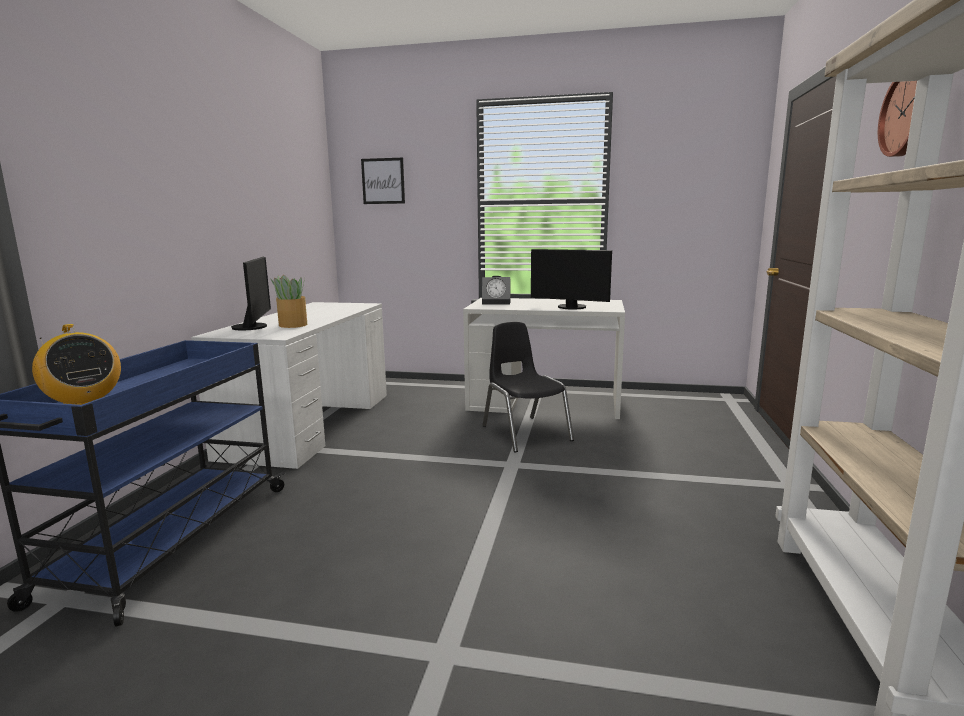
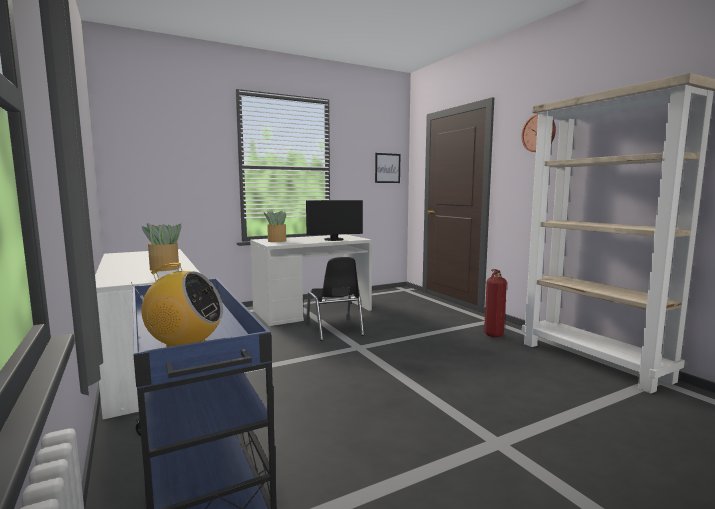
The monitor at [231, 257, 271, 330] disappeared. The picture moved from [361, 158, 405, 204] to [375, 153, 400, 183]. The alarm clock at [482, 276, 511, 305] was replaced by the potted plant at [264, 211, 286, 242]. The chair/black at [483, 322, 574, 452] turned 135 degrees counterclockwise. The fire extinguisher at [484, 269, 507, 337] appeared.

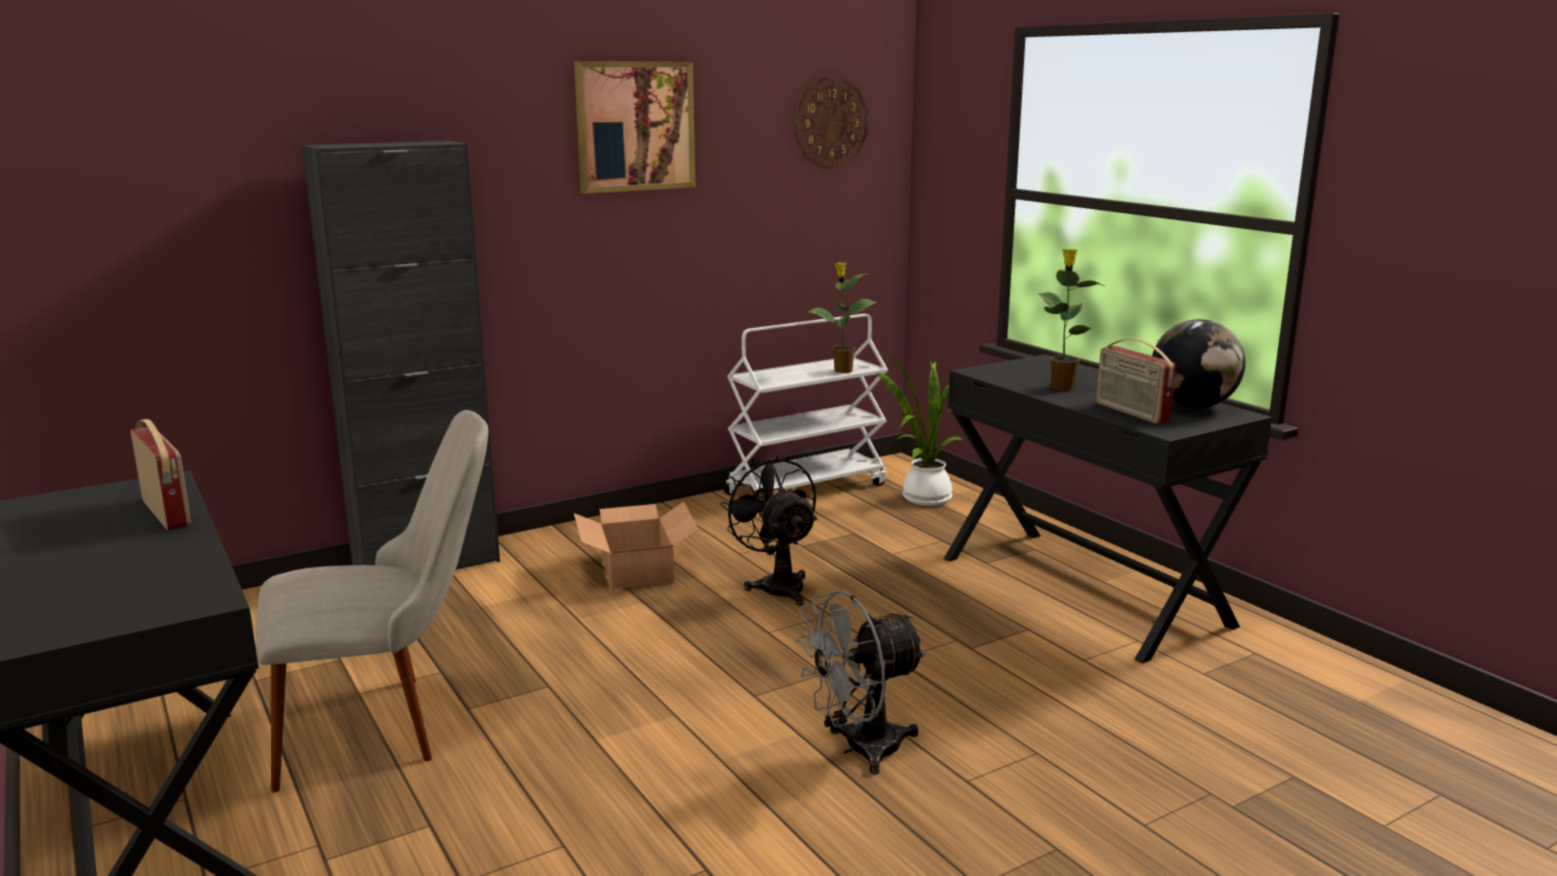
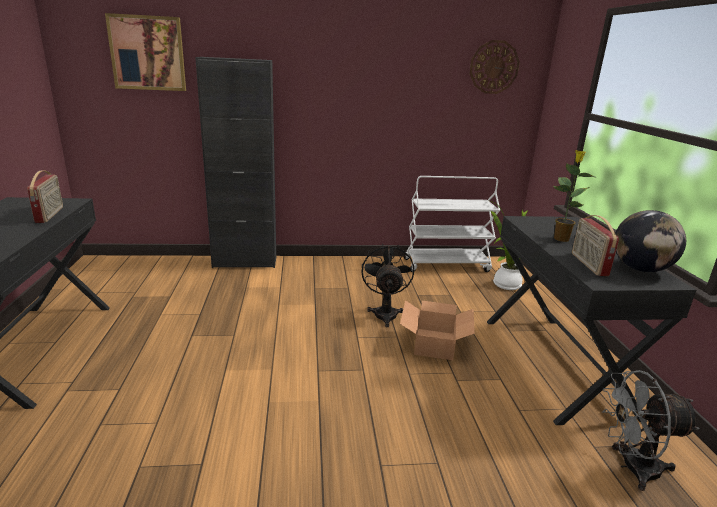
The chair/beige at [256, 410, 488, 792] disappeared. The picture moved from [574, 61, 695, 194] to [105, 13, 186, 91]. The cardboard box moved from [574, 502, 699, 589] to [400, 301, 475, 360]. The fan/grey moved from [794, 590, 927, 775] to [602, 370, 700, 491]. The potted plant at [807, 262, 877, 373] disappeared.

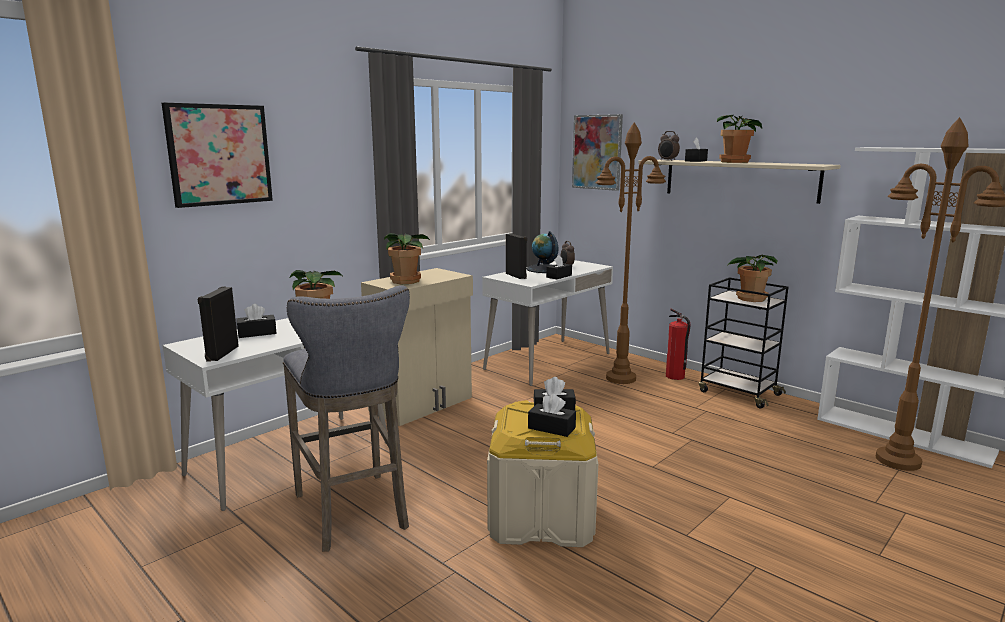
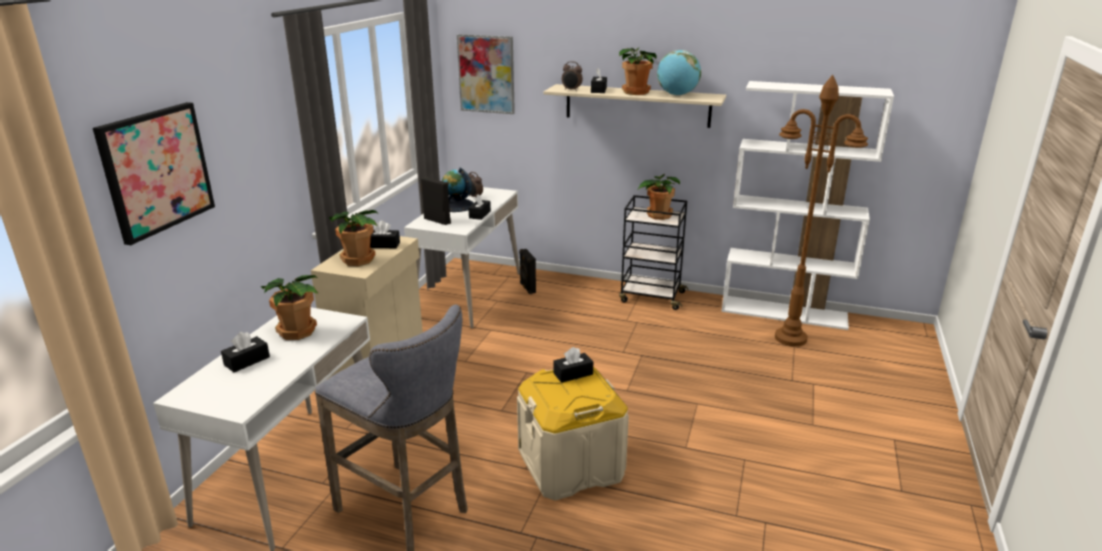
The speaker/black moved from [198, 286, 239, 362] to [519, 249, 536, 294]. The tissue box/black moved from [528, 394, 576, 437] to [370, 221, 400, 248]. The floor lamp/brown at [596, 122, 666, 384] disappeared. The fire extinguisher at [666, 309, 691, 380] disappeared. The globe at [657, 50, 701, 96] appeared.

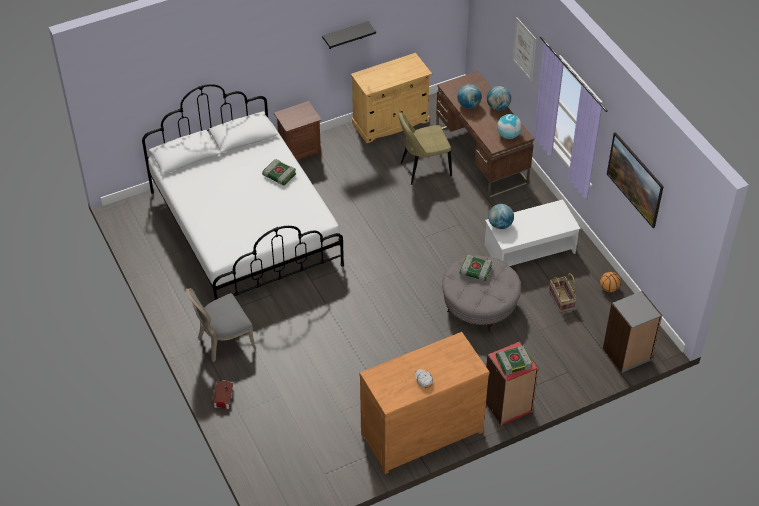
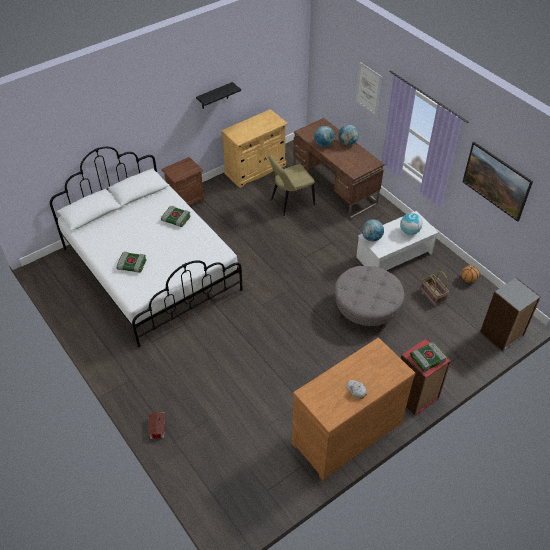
The chair/grey at [186, 288, 256, 362] disappeared. The book moved from [459, 255, 492, 281] to [117, 252, 147, 273]. The globe moved from [497, 114, 522, 139] to [400, 213, 422, 235].

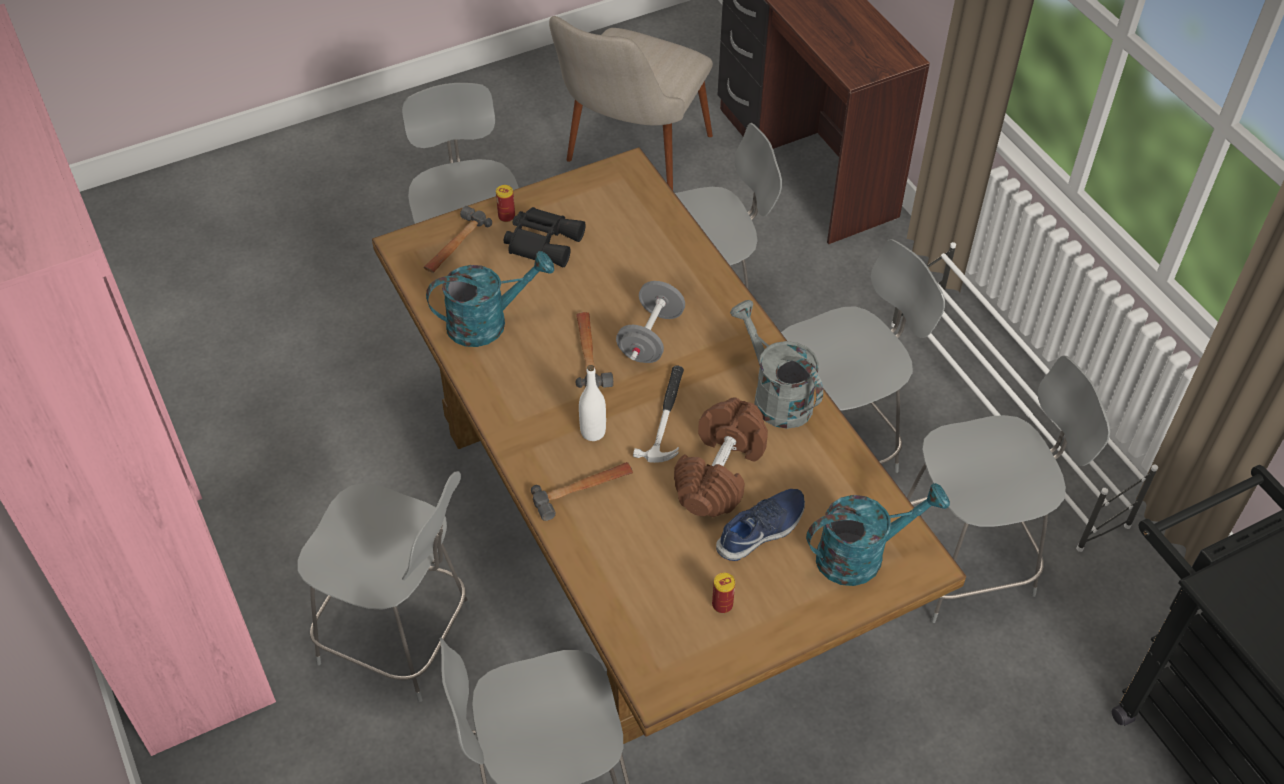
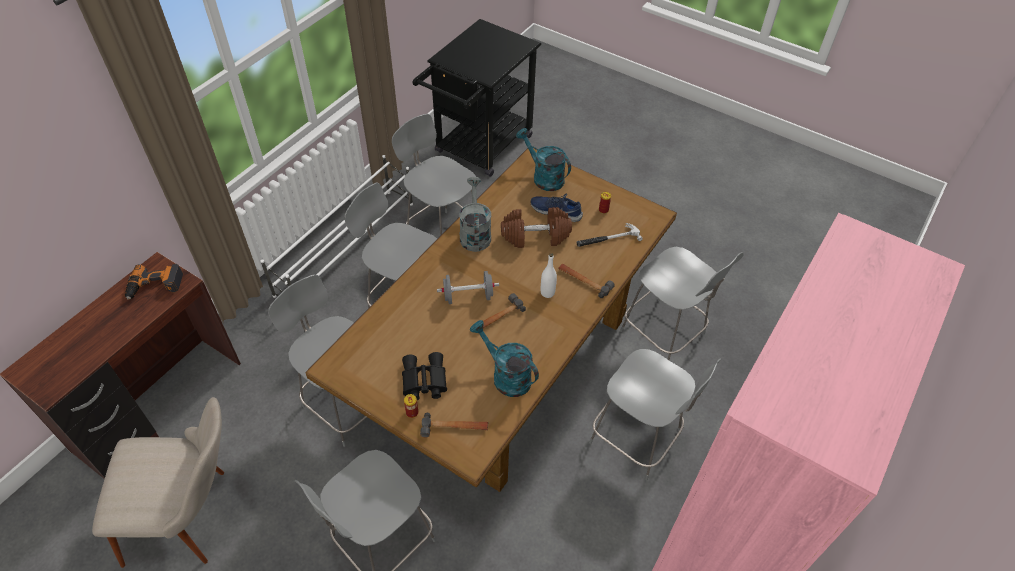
The chair/grey at [297, 471, 471, 702] turned 135 degrees clockwise. The hammer moved from [633, 365, 684, 463] to [576, 223, 643, 247]. The watering can/grey at [730, 300, 823, 429] turned 150 degrees clockwise. The power drill at [125, 264, 183, 300] appeared.

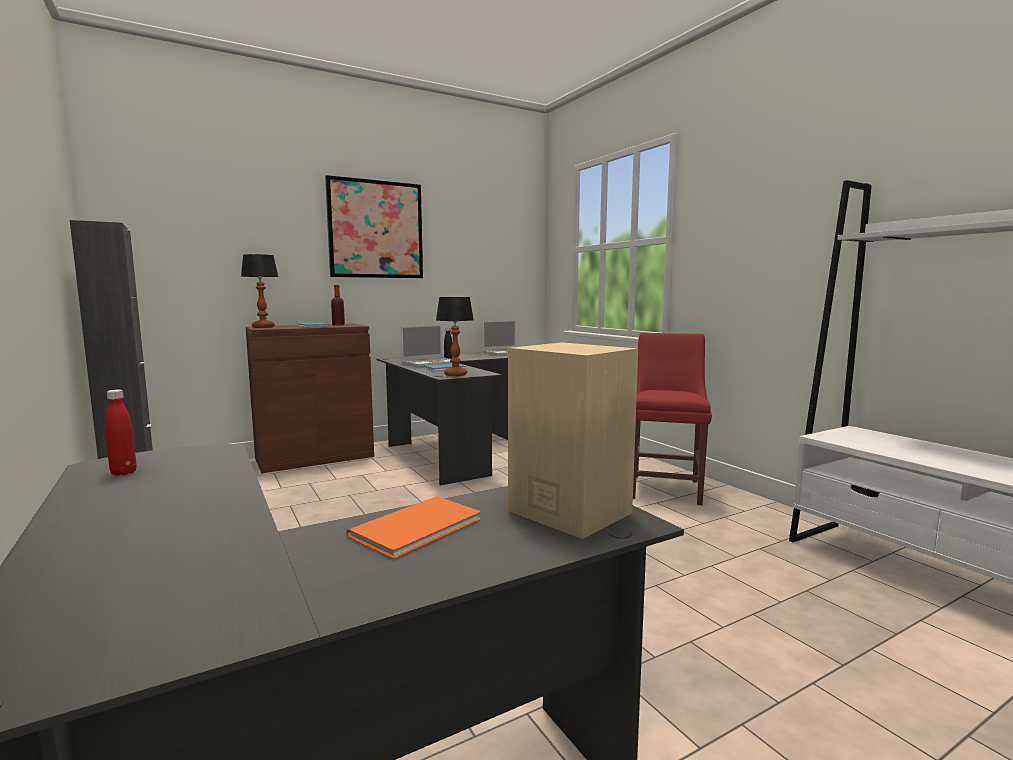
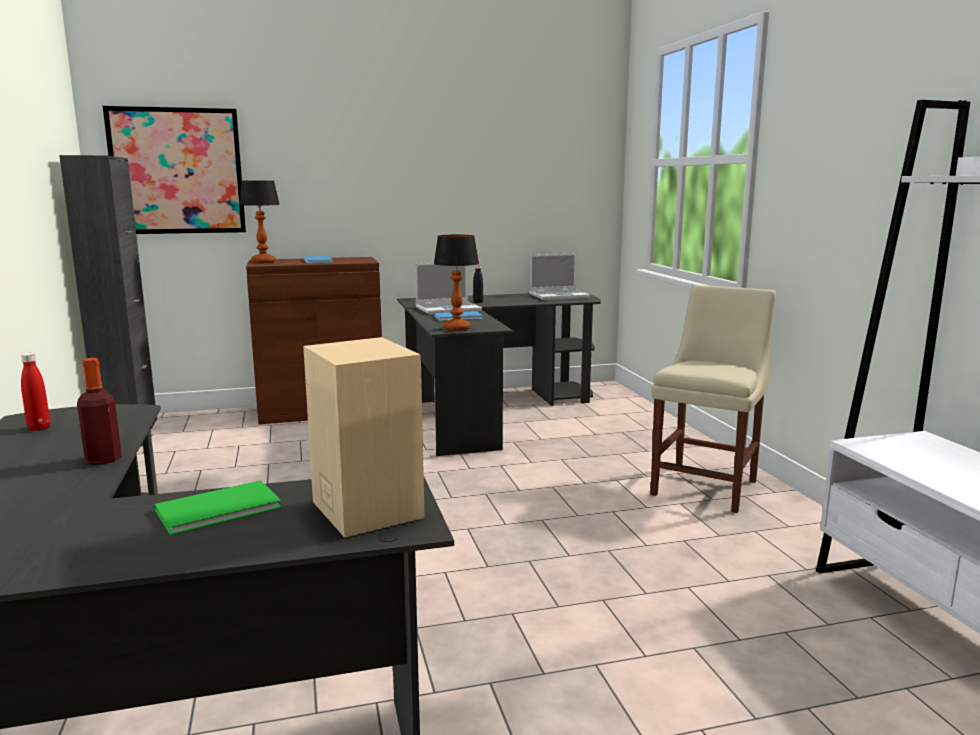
The picture moved from [325, 175, 423, 278] to [103, 106, 246, 234]. The bottle moved from [331, 285, 345, 325] to [77, 358, 122, 465]. The book/orange at [347, 496, 480, 559] became the book/green at [154, 480, 281, 535]. The chair/red at [633, 333, 712, 505] became the chair/beige at [650, 285, 776, 513].

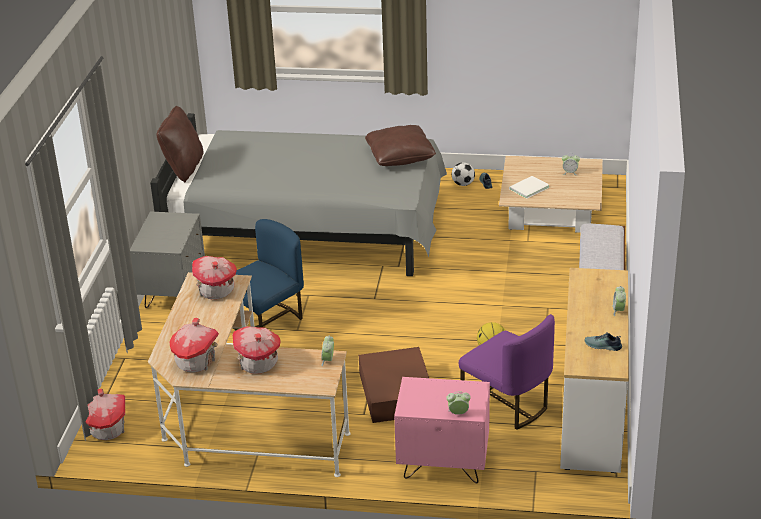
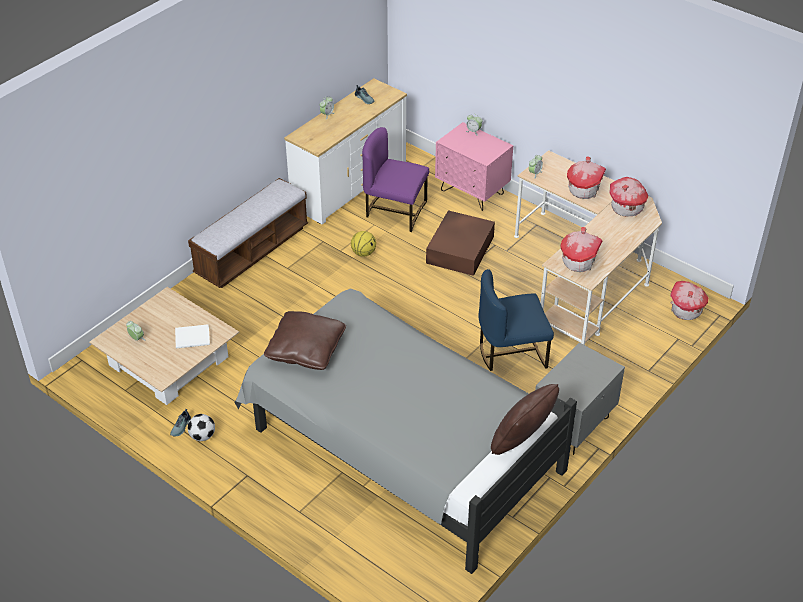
The chair/purple at [459, 314, 555, 430] turned 60 degrees counterclockwise.

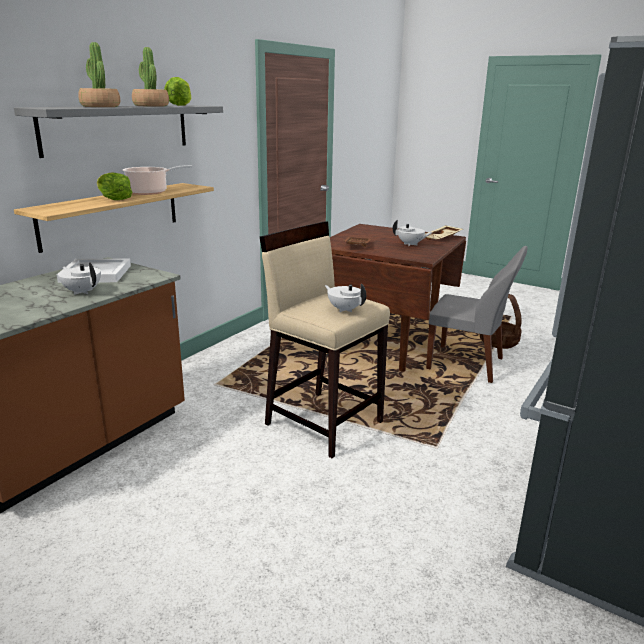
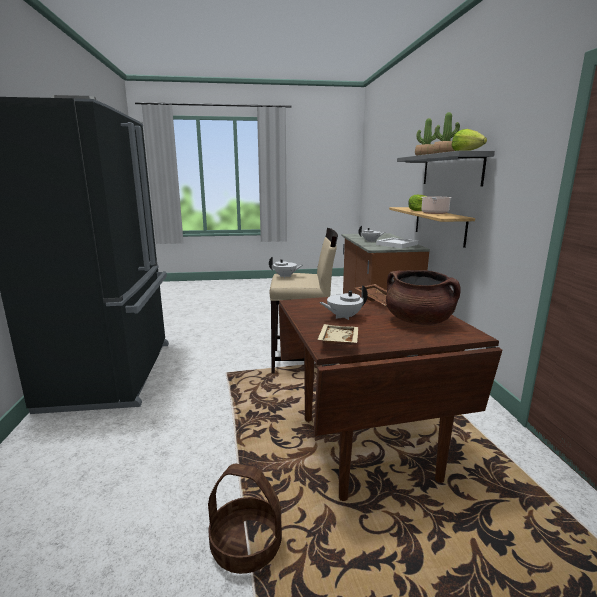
The chair/grey at [426, 246, 528, 383] disappeared. The cooking pot/brown at [386, 270, 461, 325] appeared.

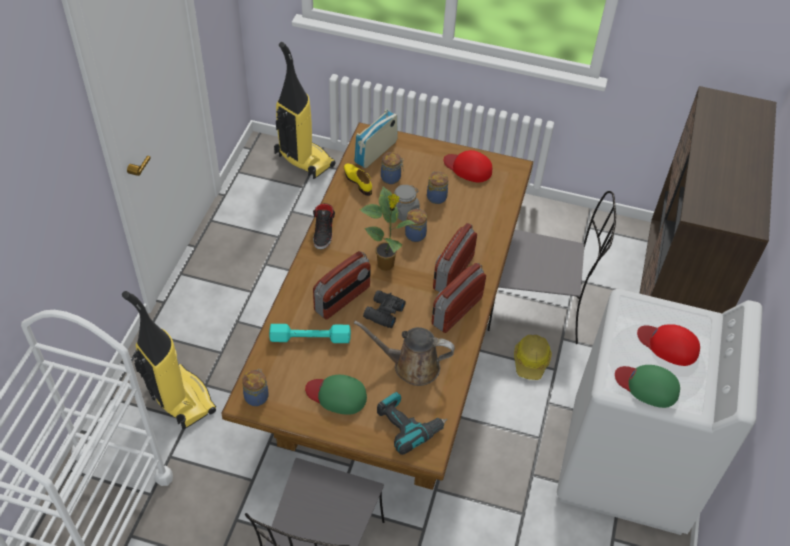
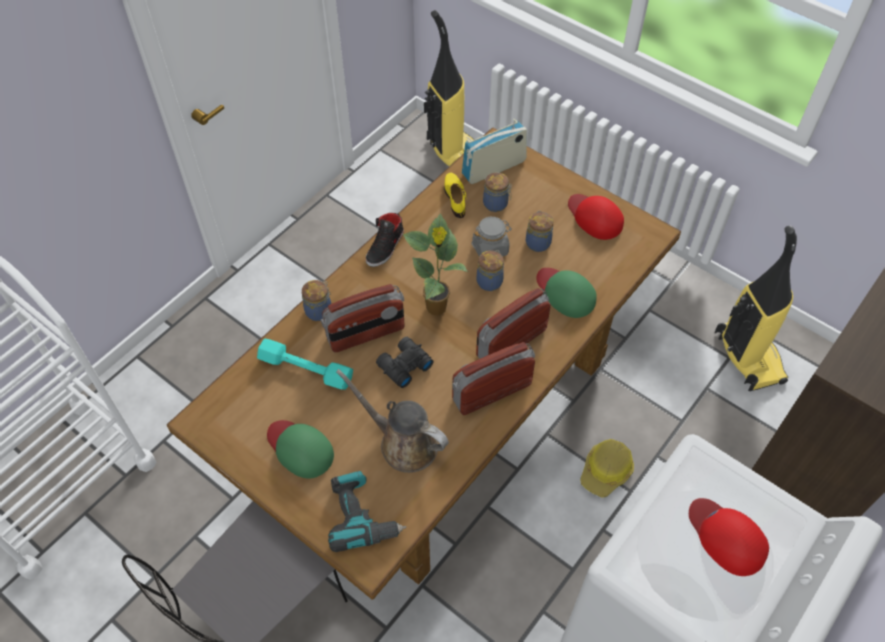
The vacuum cleaner moved from [122, 291, 216, 429] to [715, 226, 797, 391]. The jar moved from [242, 369, 269, 406] to [302, 280, 331, 321]. The chair/grey at [488, 191, 616, 344] disappeared. The cap/green moved from [615, 365, 680, 408] to [536, 268, 597, 318].

